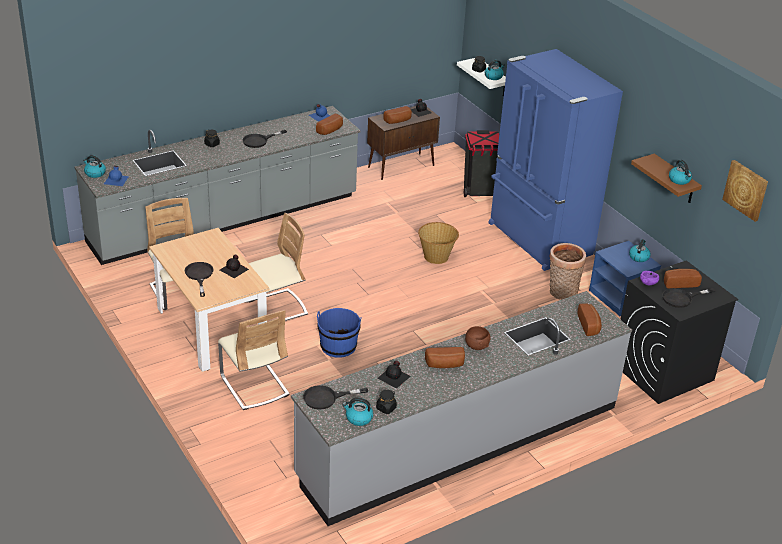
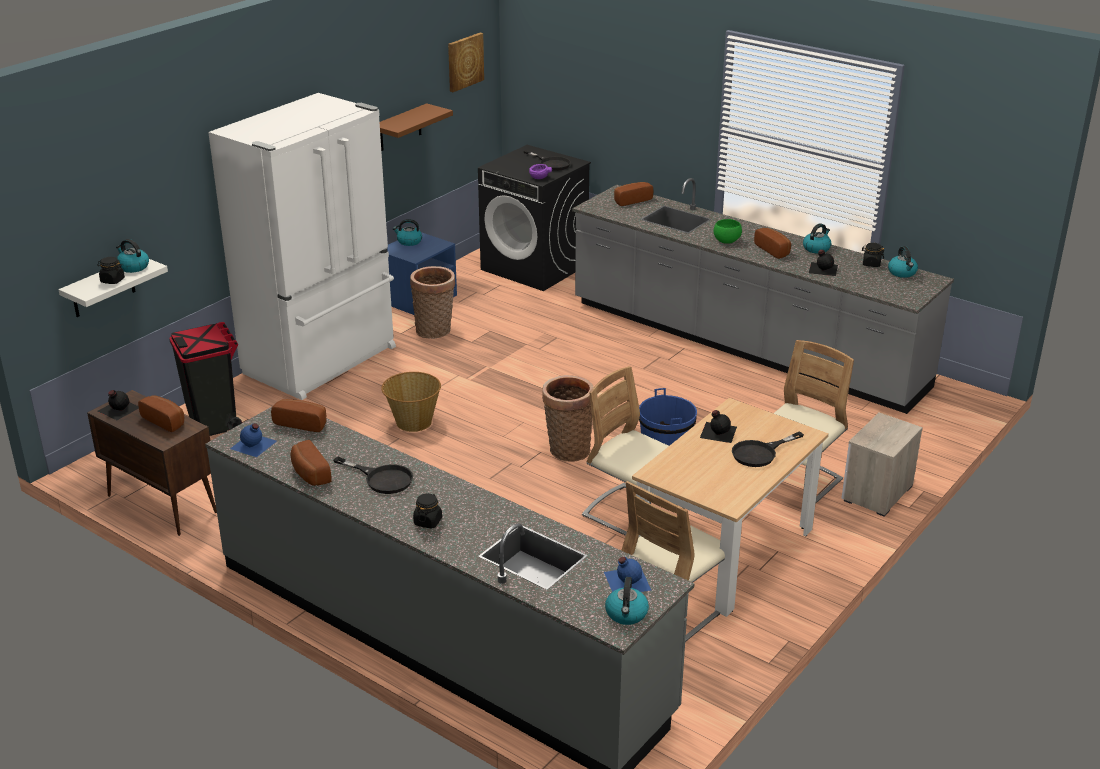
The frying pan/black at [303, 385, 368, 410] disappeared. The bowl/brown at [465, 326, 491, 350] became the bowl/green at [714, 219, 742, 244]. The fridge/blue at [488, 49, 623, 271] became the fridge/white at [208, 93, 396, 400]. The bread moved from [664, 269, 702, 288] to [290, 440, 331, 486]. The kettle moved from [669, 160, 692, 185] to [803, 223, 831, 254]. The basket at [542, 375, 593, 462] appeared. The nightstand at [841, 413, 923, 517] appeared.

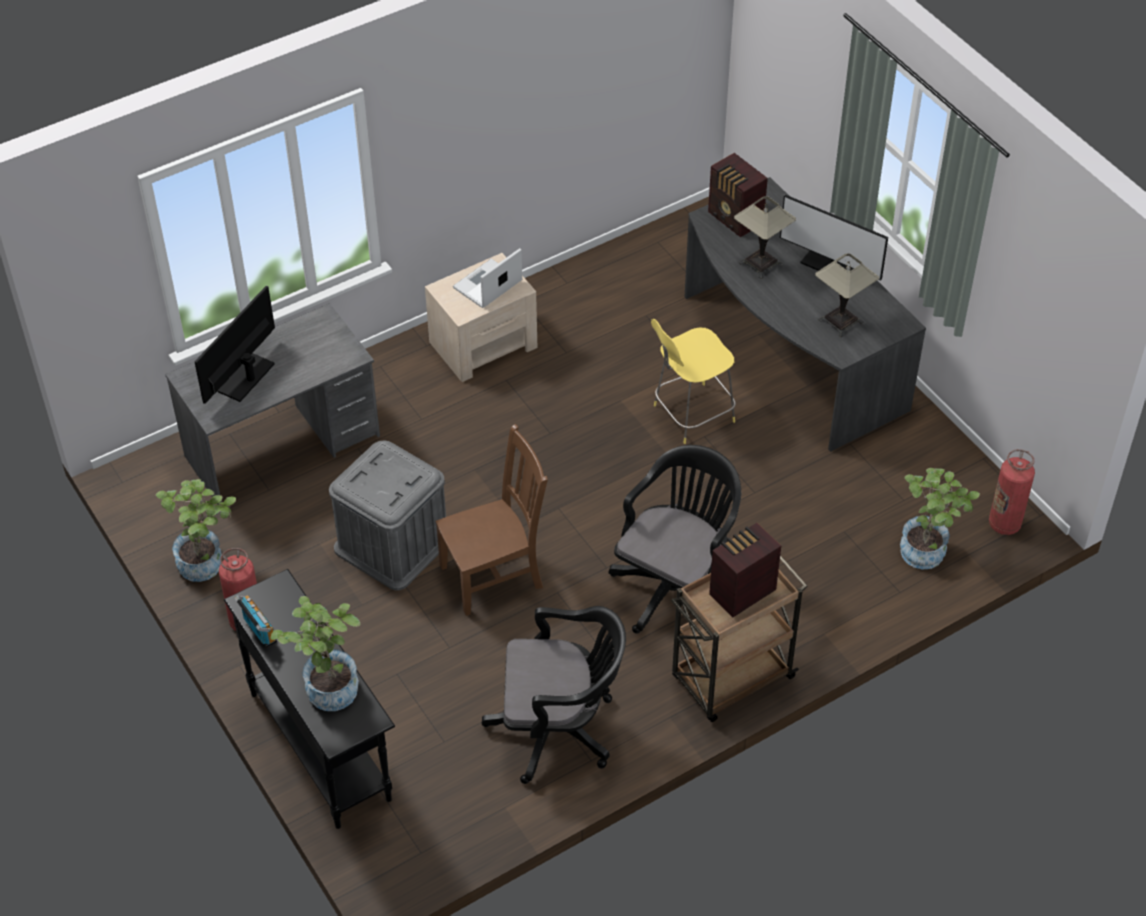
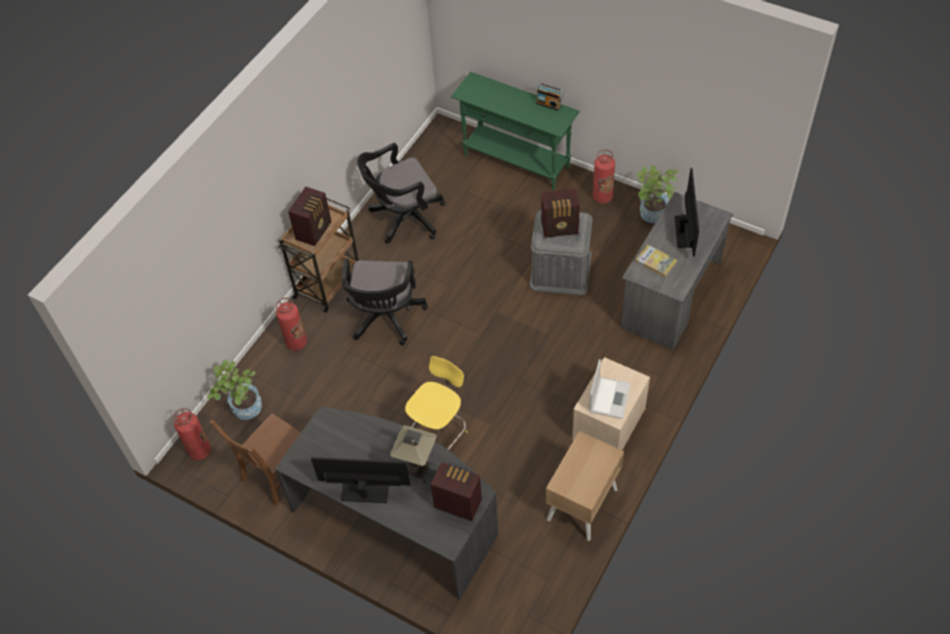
The console table/black at [224, 569, 395, 829] became the console table/green at [451, 72, 580, 190]. The potted plant at [271, 596, 360, 711] disappeared. The chair/brown moved from [436, 424, 548, 616] to [209, 414, 301, 506]. The table lamp at [815, 254, 879, 337] disappeared. The fire extinguisher at [276, 298, 307, 351] appeared. The radio at [541, 189, 580, 238] appeared. The nightstand/beige at [546, 431, 624, 541] appeared. The book at [635, 244, 677, 278] appeared.

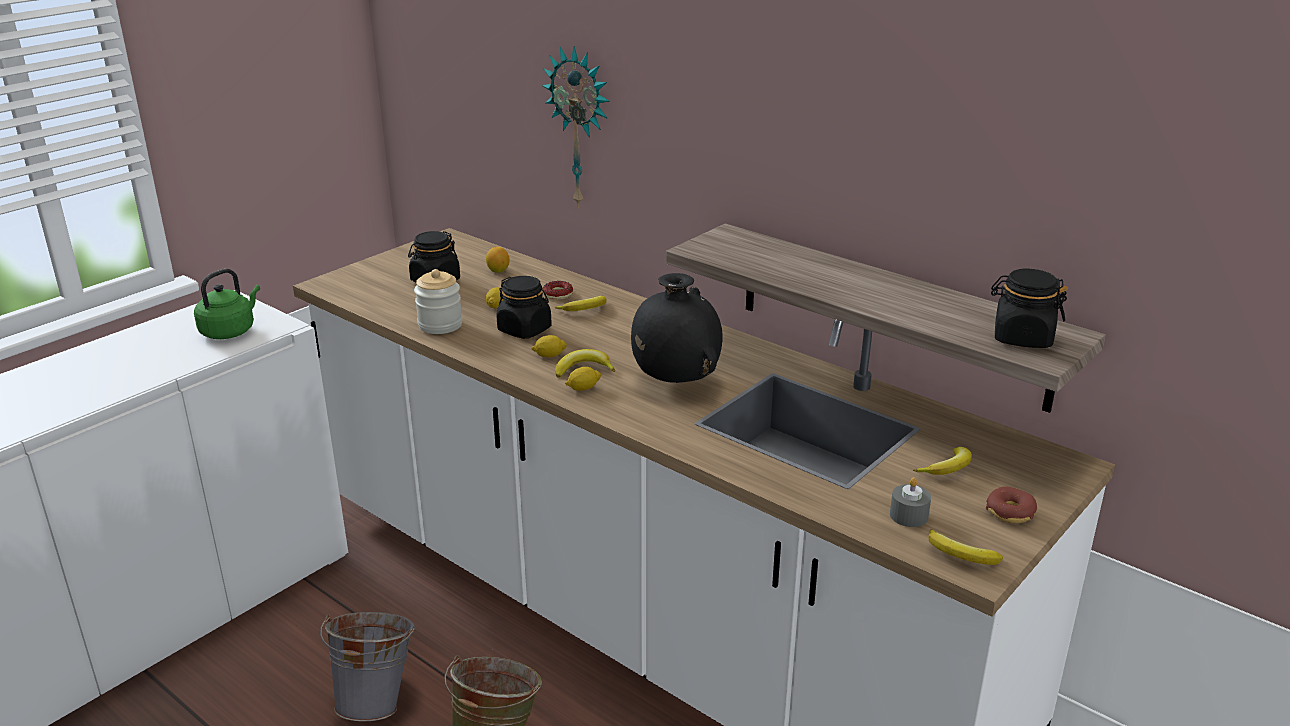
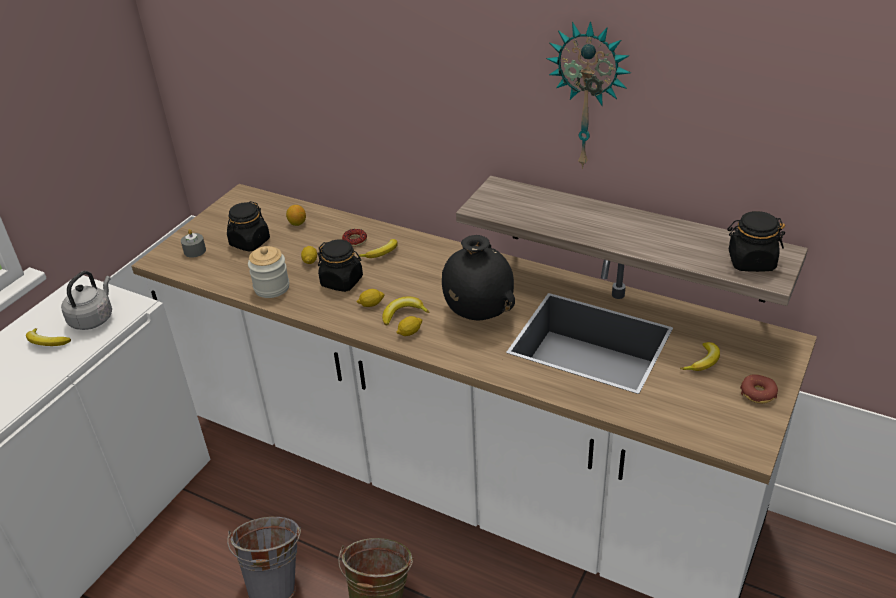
The kettle/green at [194, 269, 260, 339] became the kettle/grey at [61, 271, 112, 330]. The wall clock moved from [542, 46, 610, 208] to [546, 21, 631, 169]. The candle/grey moved from [890, 477, 931, 527] to [181, 229, 206, 258]. The banana moved from [928, 529, 1003, 565] to [26, 328, 71, 346].

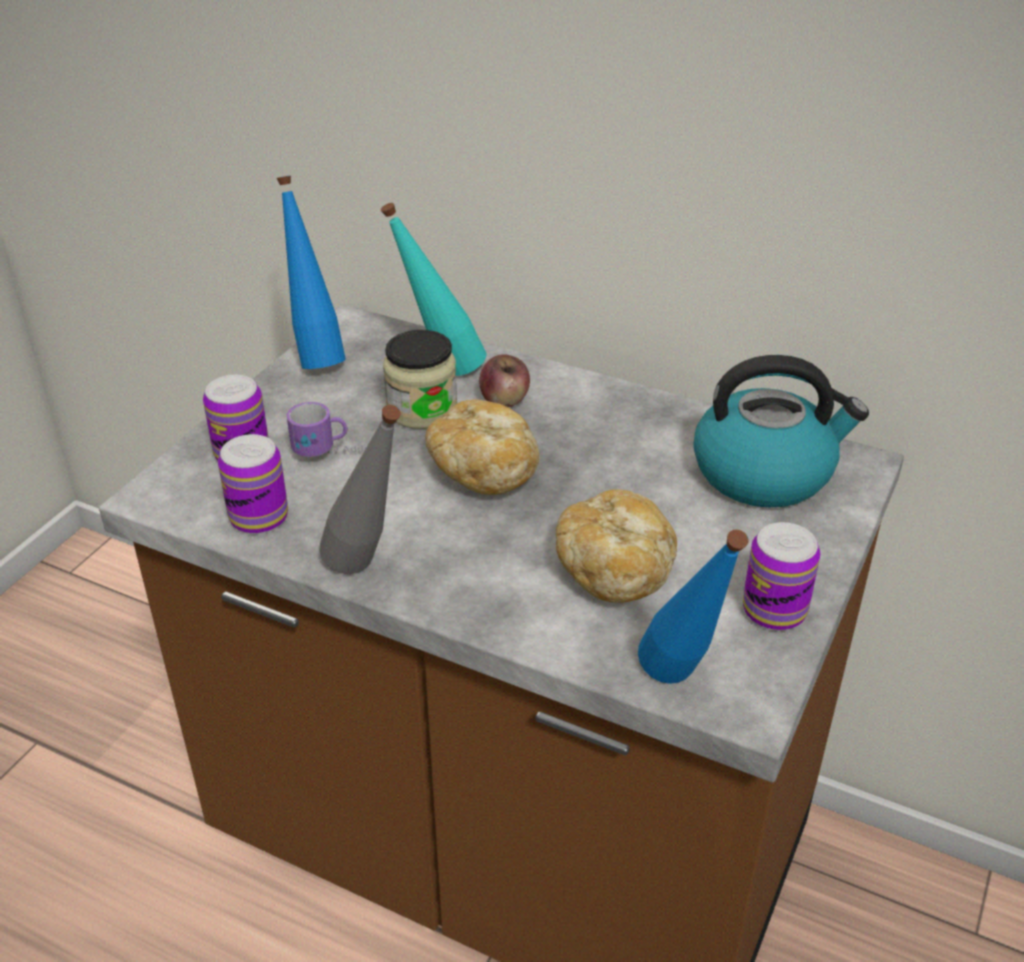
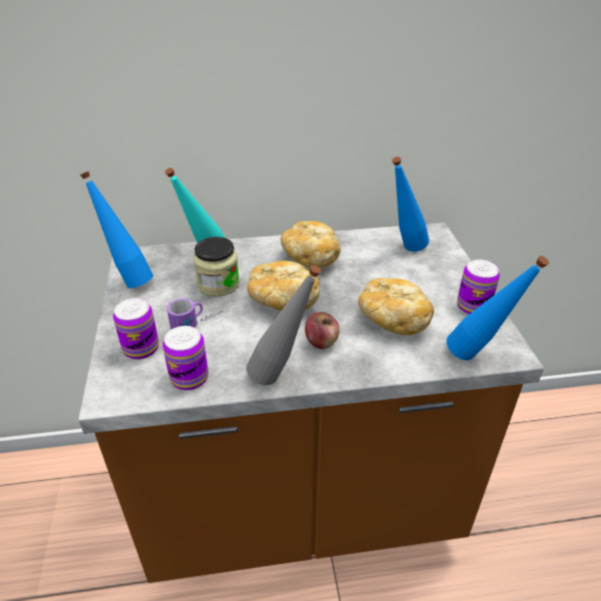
The apple moved from [479, 355, 530, 407] to [305, 312, 340, 349]. The kettle at [694, 355, 869, 508] was replaced by the bottle/blue at [392, 157, 429, 252]. The bread at [280, 221, 341, 268] appeared.

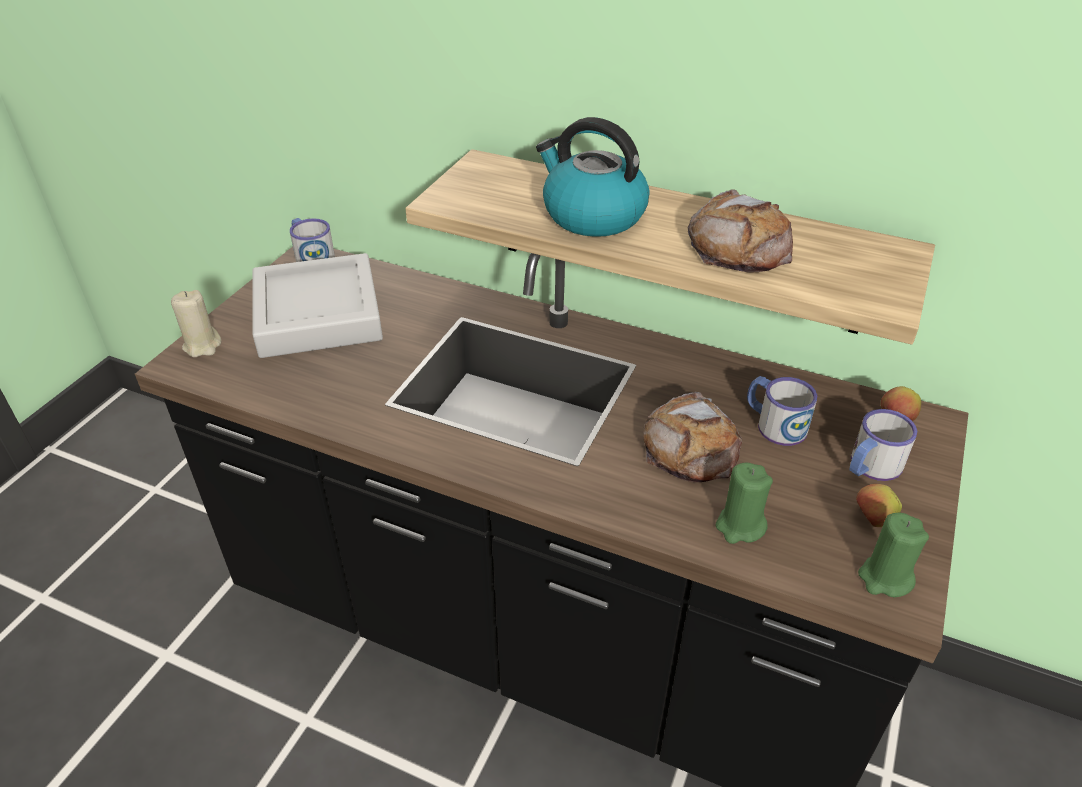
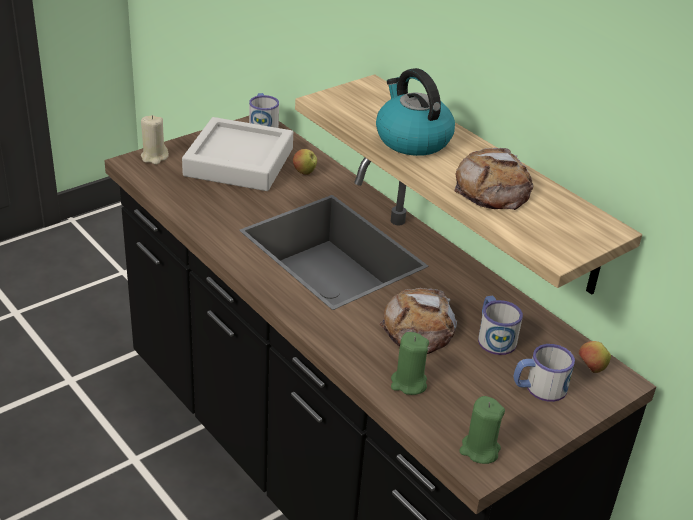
The apple moved from [856, 484, 902, 527] to [293, 149, 317, 175].

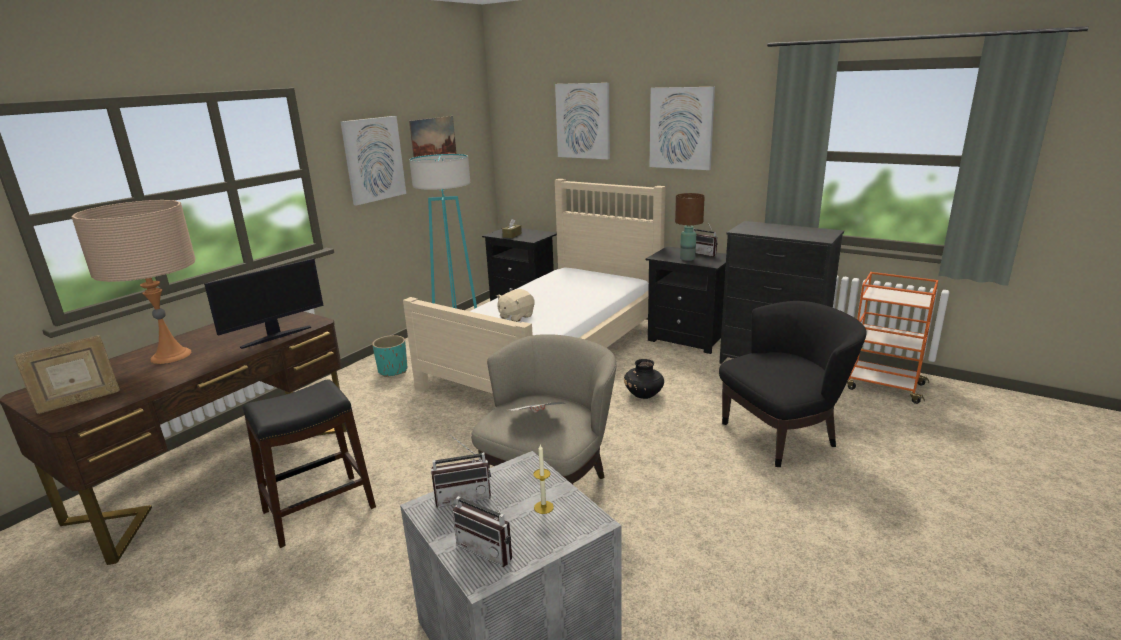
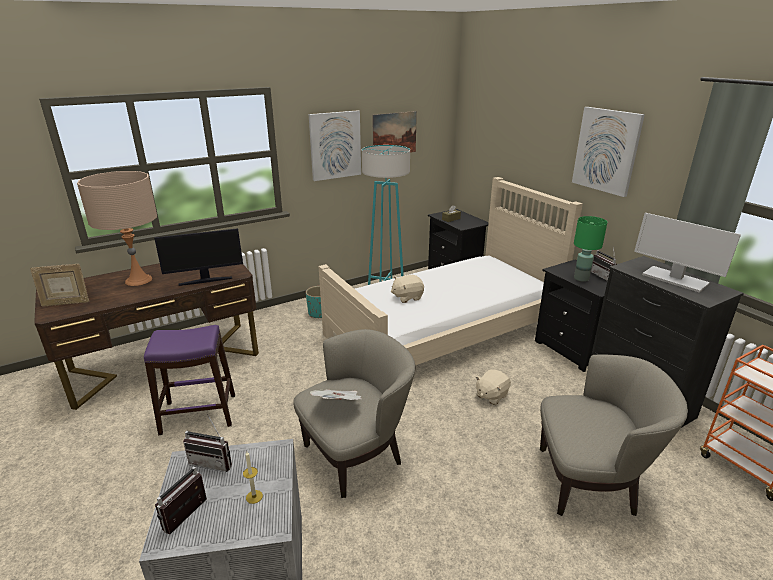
The stool/black at [243, 379, 376, 548] became the stool/purple at [144, 325, 235, 435]. The radio at [453, 478, 512, 567] turned 60 degrees clockwise. The picture at [555, 83, 610, 159] disappeared. The vase/black at [624, 359, 664, 399] was replaced by the plush toy/beige at [476, 369, 511, 405]. The table lamp/brown at [675, 193, 705, 261] became the table lamp/green at [574, 216, 607, 282]. The armchair/black at [719, 301, 867, 467] became the armchair/beige at [540, 355, 688, 516]. The monitor at [634, 213, 741, 293] appeared.

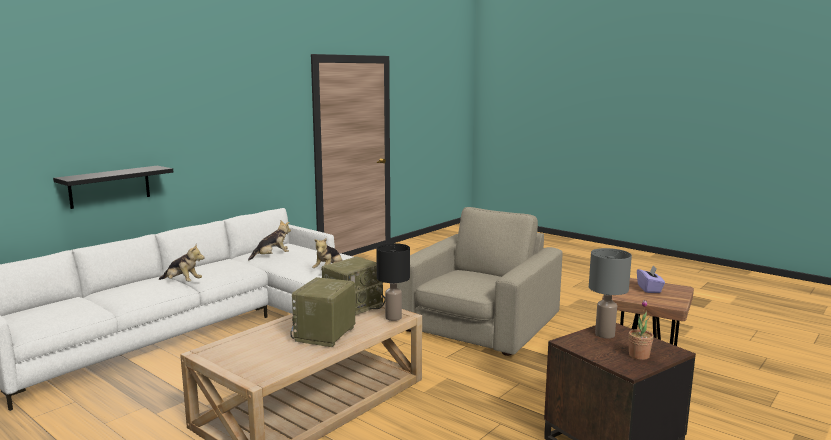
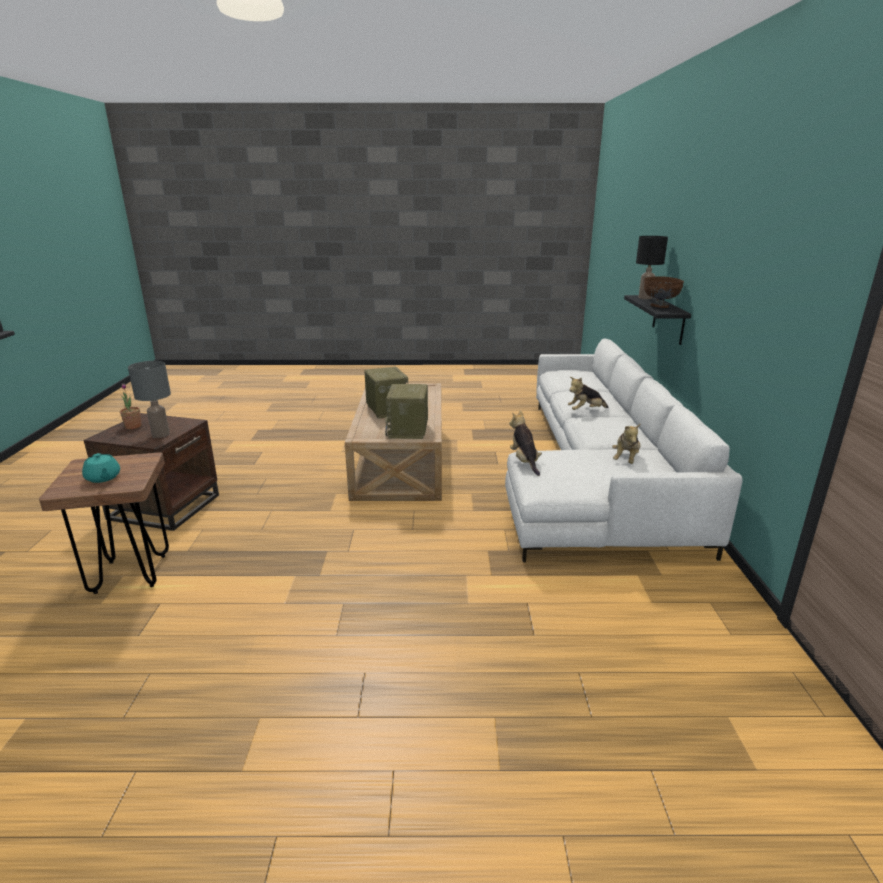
The table lamp/black moved from [376, 243, 410, 321] to [636, 236, 668, 299]. The armchair/beige at [397, 207, 563, 356] disappeared. The tissue box/purple at [637, 266, 665, 293] was replaced by the teapot/turquoise at [82, 453, 120, 483]. The bowl/brown at [644, 276, 684, 308] appeared.

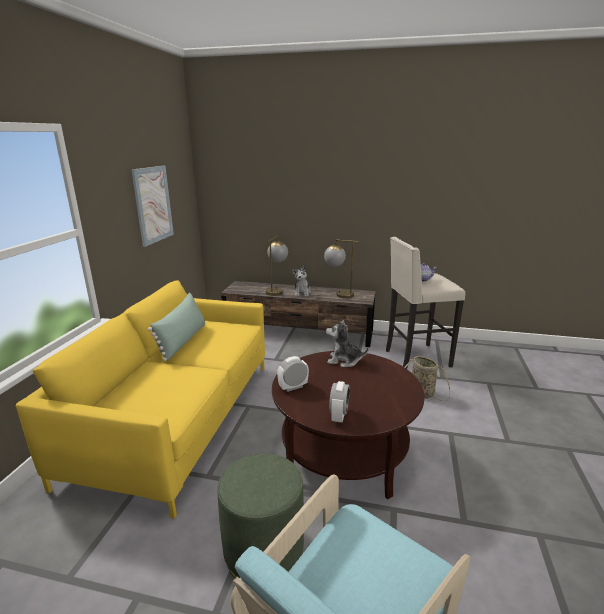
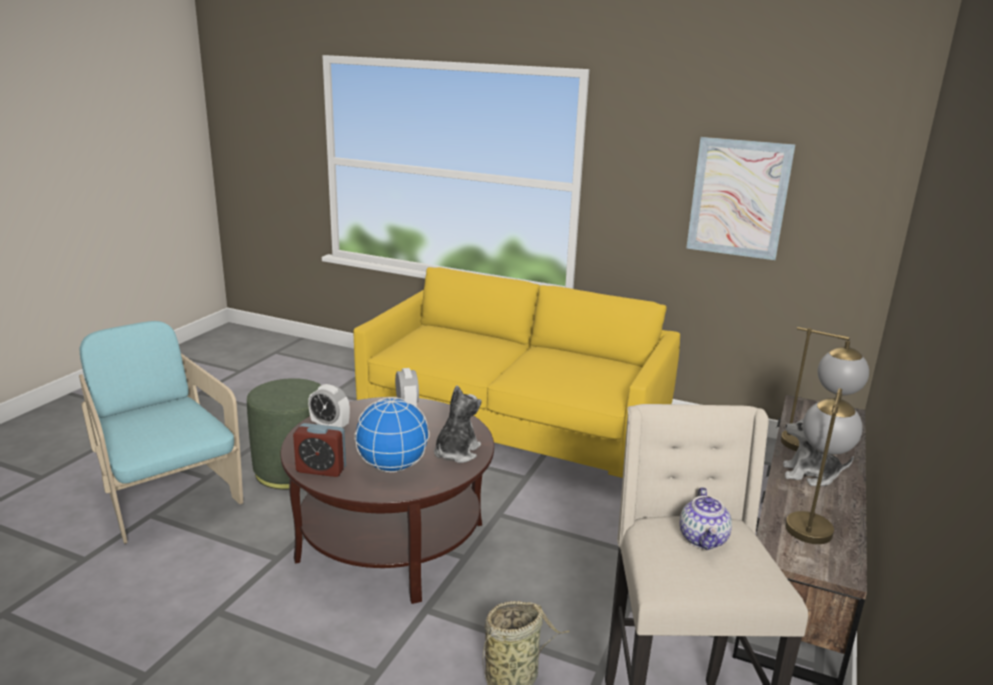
The pillow/green at [148, 292, 205, 361] disappeared. The alarm clock at [293, 423, 346, 477] appeared. The globe at [354, 397, 430, 472] appeared.

